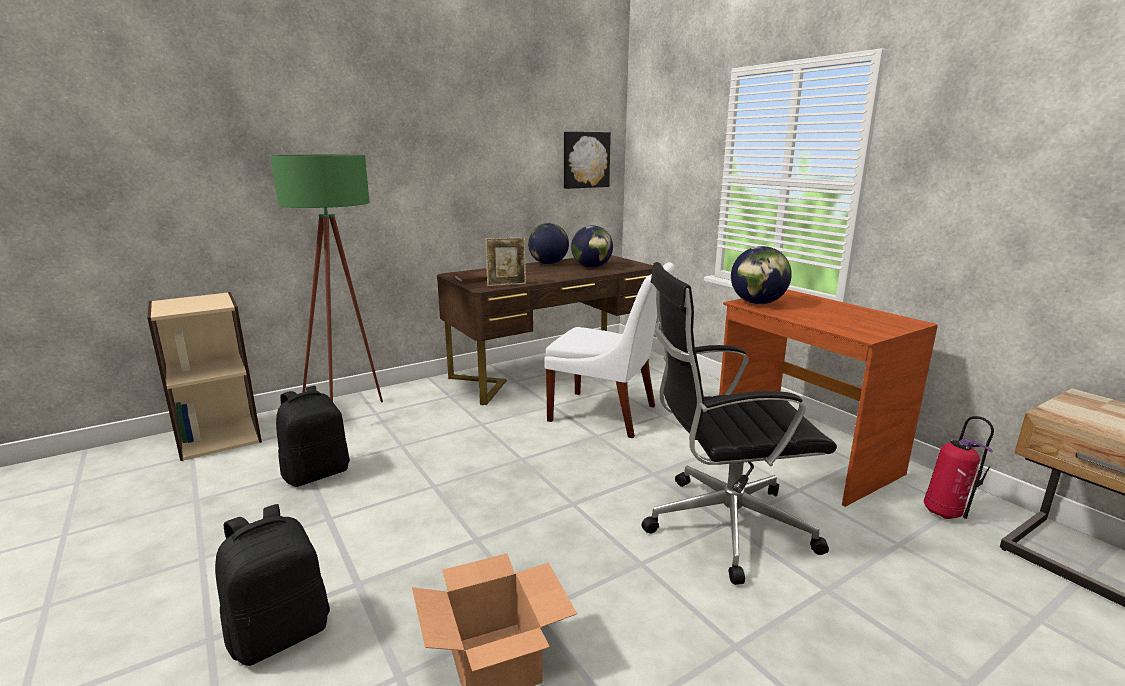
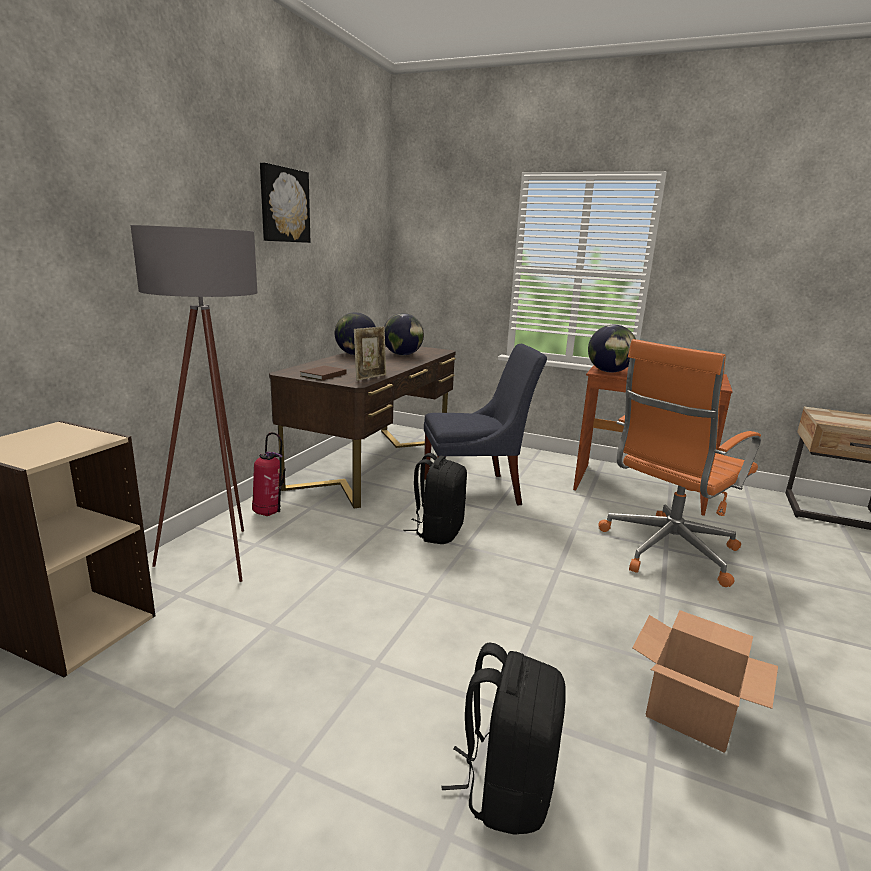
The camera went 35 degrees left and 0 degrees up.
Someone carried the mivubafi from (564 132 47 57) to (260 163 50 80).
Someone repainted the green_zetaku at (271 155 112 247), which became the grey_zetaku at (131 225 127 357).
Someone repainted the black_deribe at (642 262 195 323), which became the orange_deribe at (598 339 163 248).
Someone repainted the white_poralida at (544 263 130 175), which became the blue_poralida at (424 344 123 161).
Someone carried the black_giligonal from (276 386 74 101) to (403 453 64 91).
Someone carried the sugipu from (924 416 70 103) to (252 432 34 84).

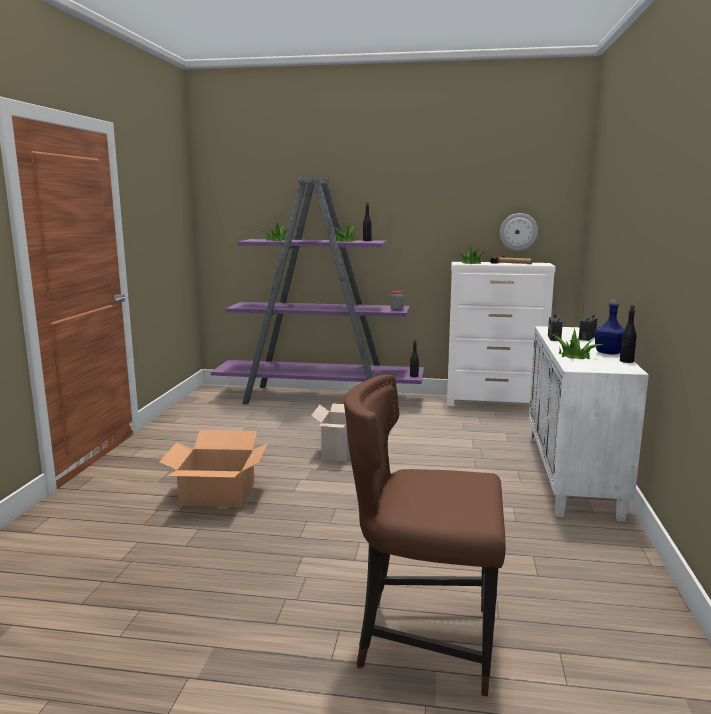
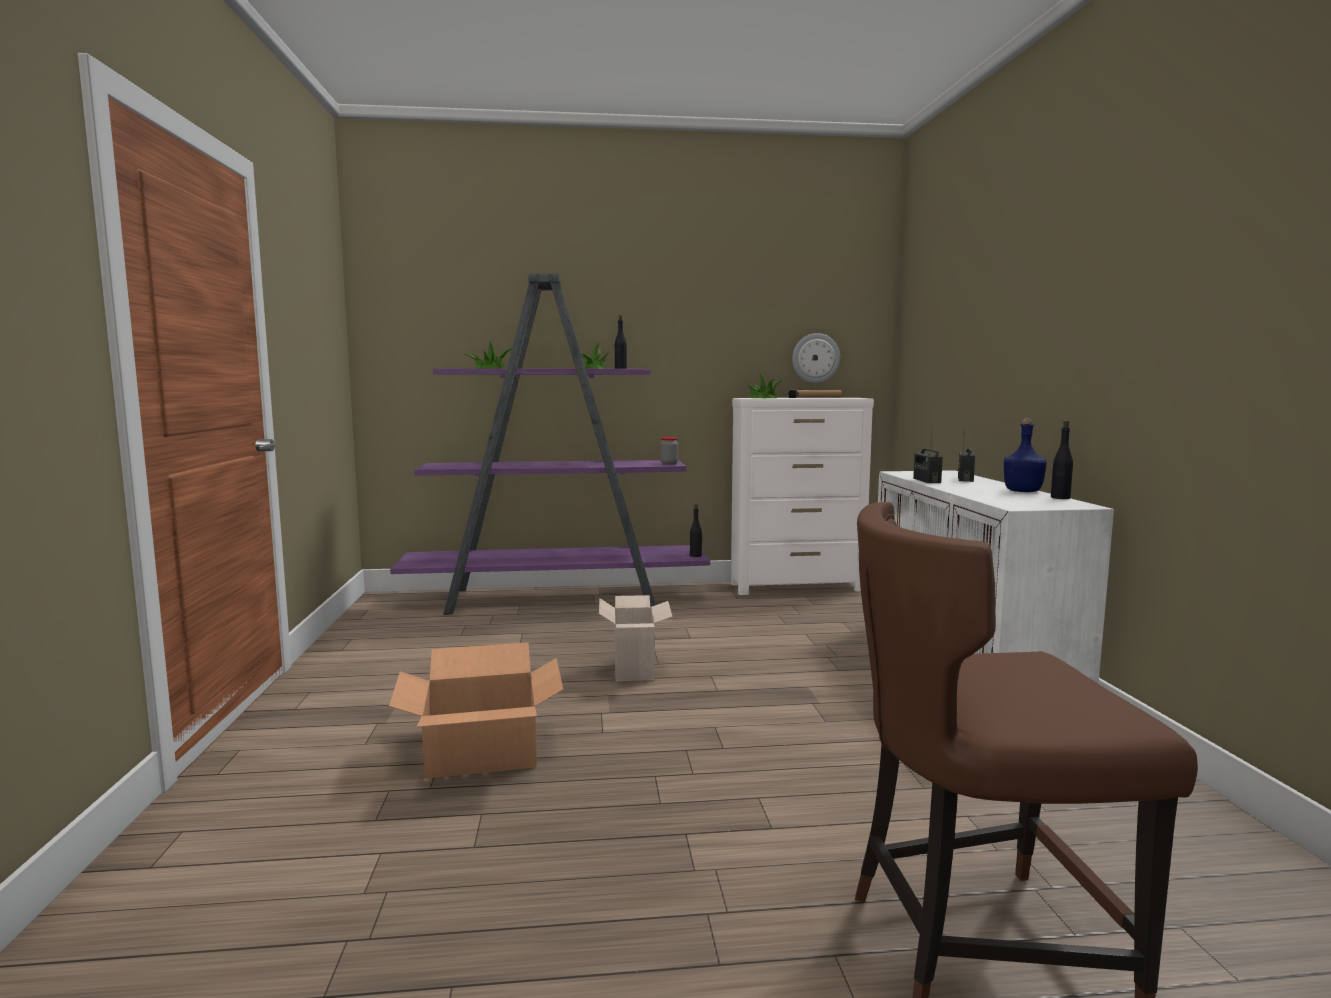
The camera went 15 degrees left and 5 degrees down.
Someone took away the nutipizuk at (549 328 55 31).

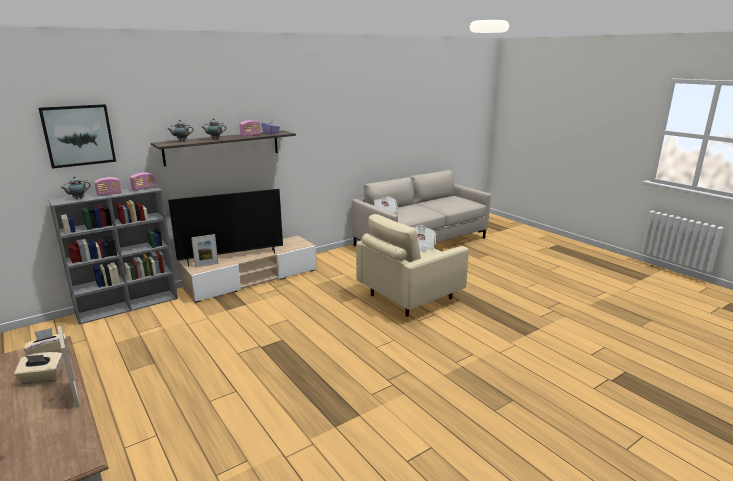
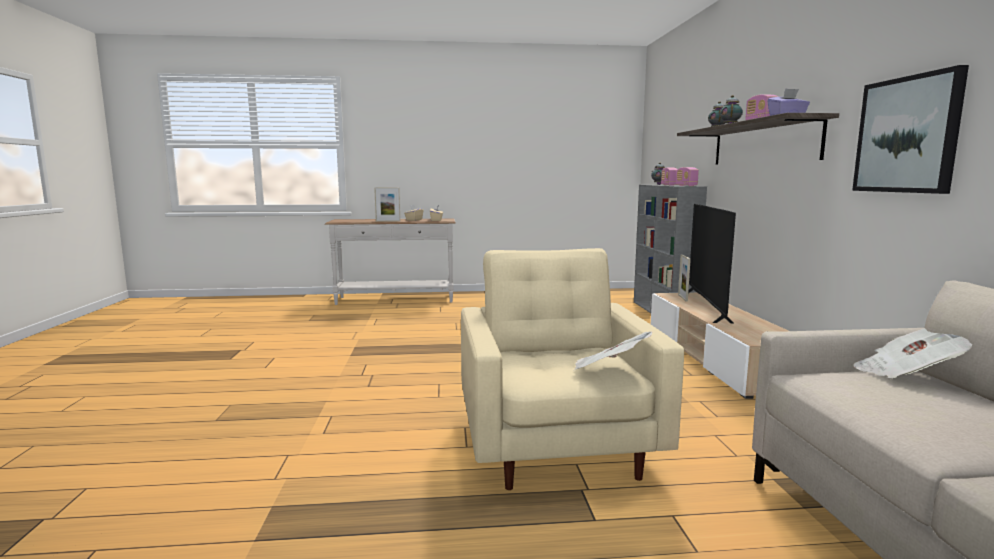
The camera went 120 degrees right and 10 degrees down.
Someone carried the mivubafi from (38 104 78 65) to (852 65 117 129).

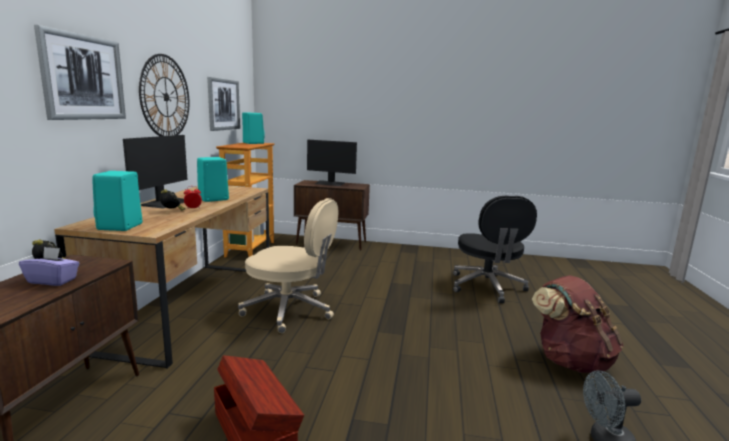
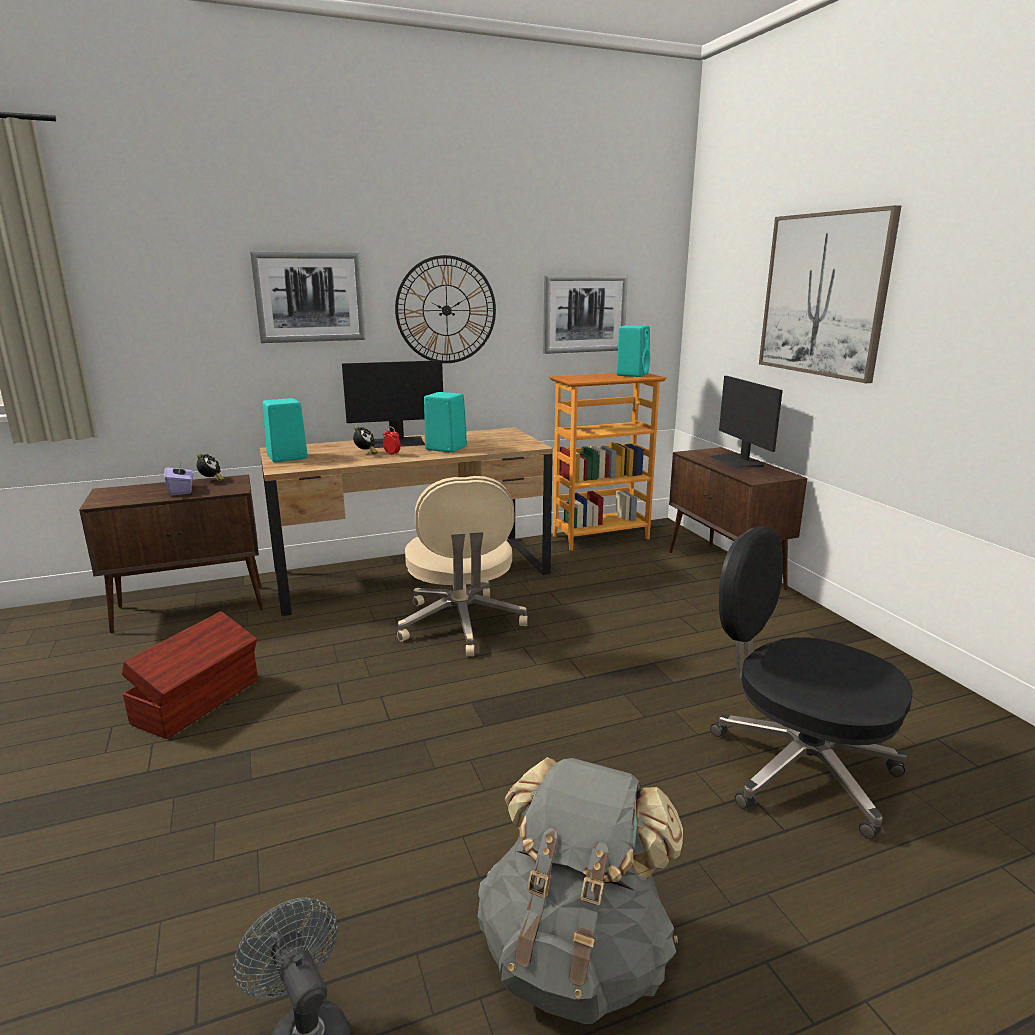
The camera went 60 degrees right and 5 degrees up.
Someone rotated the black_deribe at (453 196 84 107) by 75 degrees clockwise.
Someone repainted the brown_giligonal at (532 275 92 98), which became the grey_giligonal at (478 757 205 267).
Someone put up the mivubafi at (759 205 142 178).

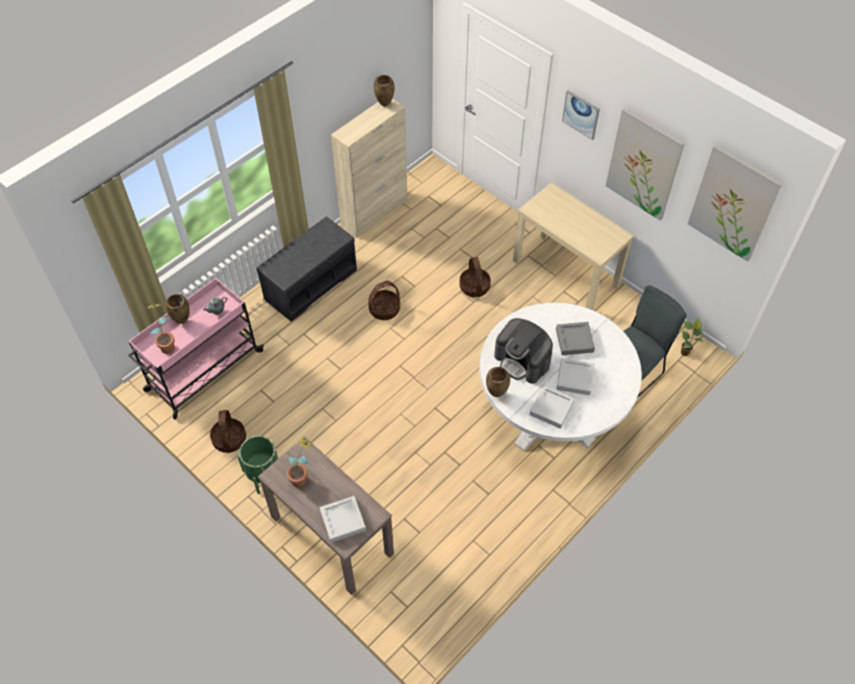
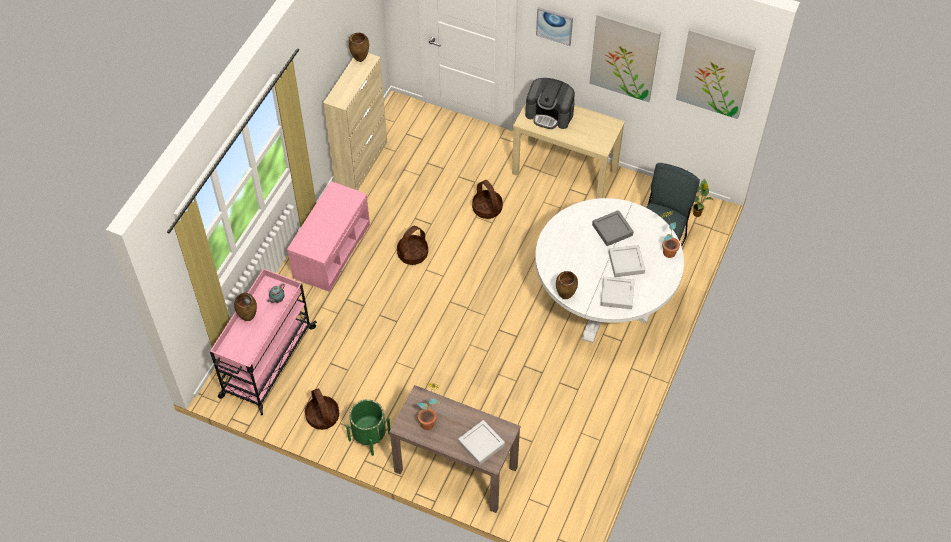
The camera went 20 degrees left and 0 degrees up.
Someone repainted the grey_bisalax at (257 217 100 105), which became the pink_bisalax at (287 181 83 111).
Someone carried the nutipizuk from (149 304 26 50) to (660 211 20 47).
Someone carried the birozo from (494 318 59 66) to (525 78 50 51).

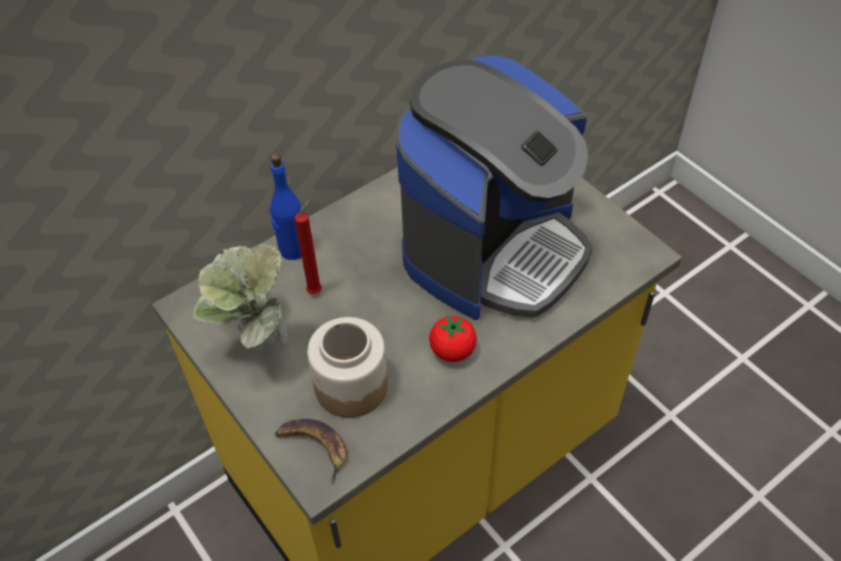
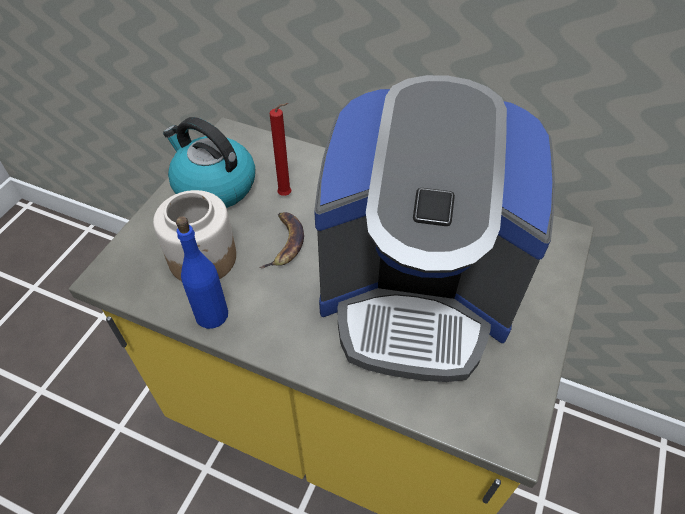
The camera went 60 degrees right and 0 degrees up.
Someone carried the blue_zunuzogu from (270 153 32 107) to (176 216 52 113).
Someone swapped the nutipizuk at (193 243 96 108) for the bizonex at (163 117 92 91).
Someone took away the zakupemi at (429 314 48 48).
Someone carried the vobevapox from (275 419 72 65) to (259 212 45 57).

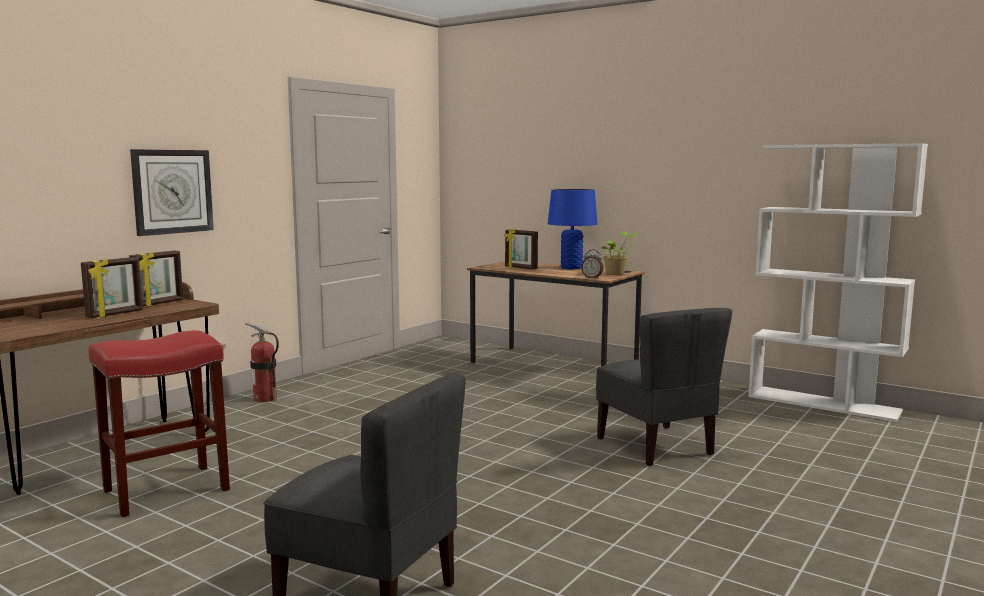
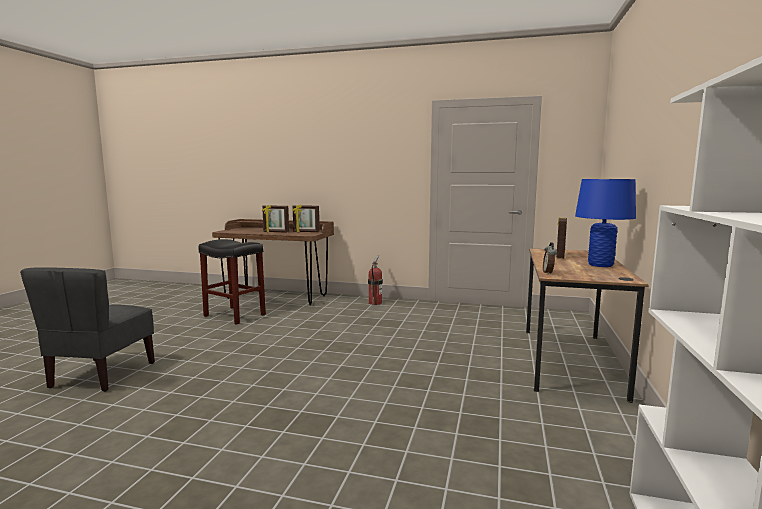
The camera went 70 degrees right and 0 degrees up.
Someone took away the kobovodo at (130 149 84 87).
Someone took away the nutipizuk at (602 231 35 44).
Someone took away the grey_poralida at (596 308 136 158).
Someone repainted the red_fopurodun at (89 330 141 187), which became the black_fopurodun at (199 239 67 86).

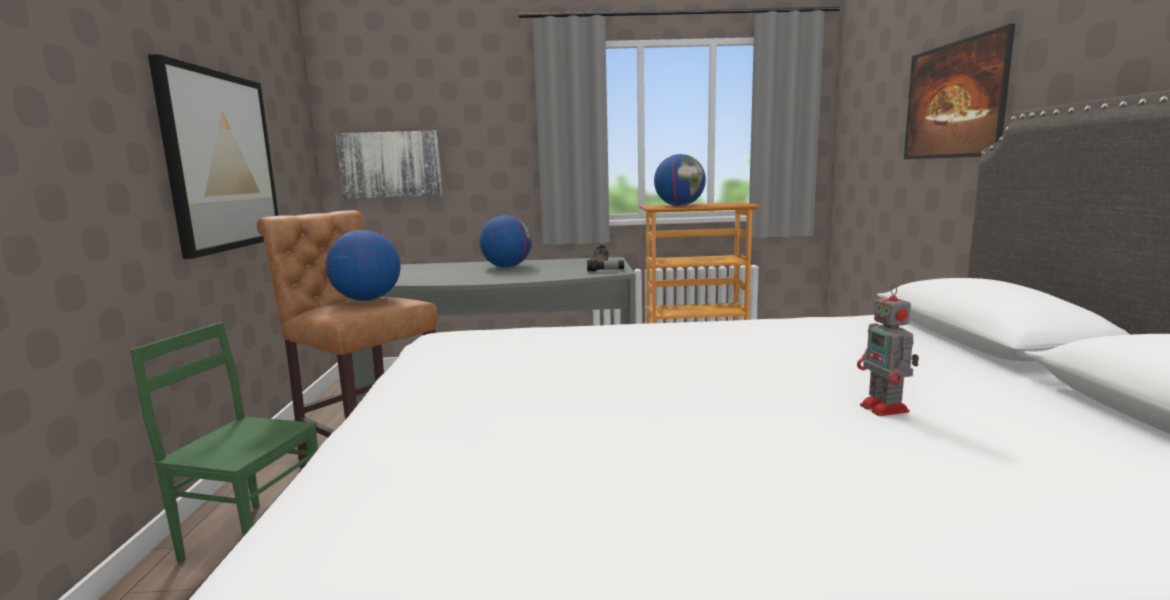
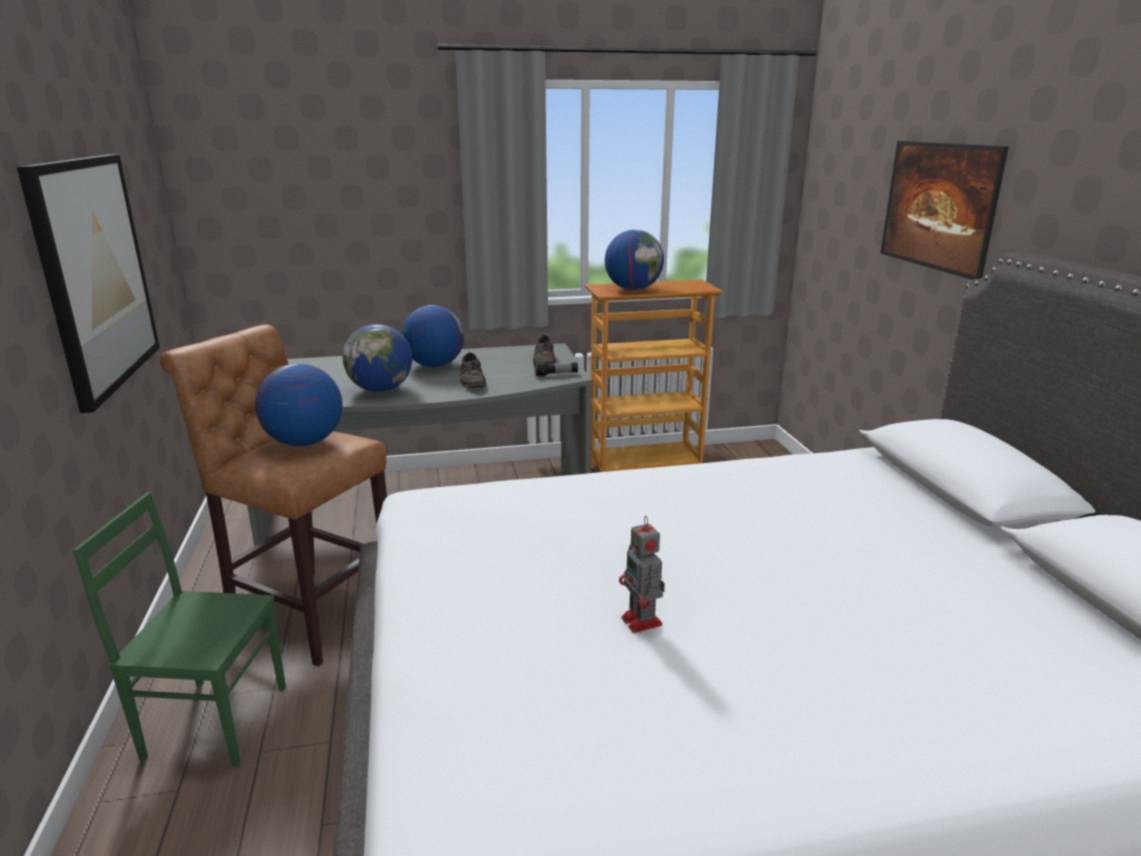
The camera went 10 degrees left and 10 degrees up.
Someone took away the mivubafi at (336 131 107 68).
Someone carried the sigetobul from (857 284 62 132) to (619 516 46 117).
Someone put down the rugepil at (343 324 69 68).
Someone put down the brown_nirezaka at (460 352 27 36).

